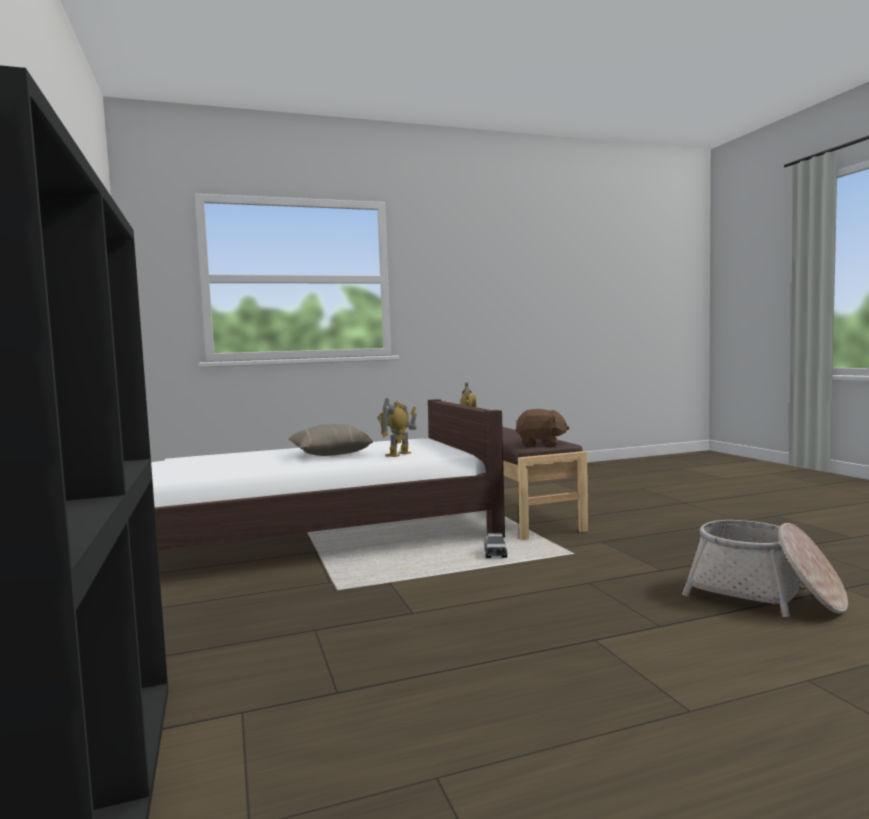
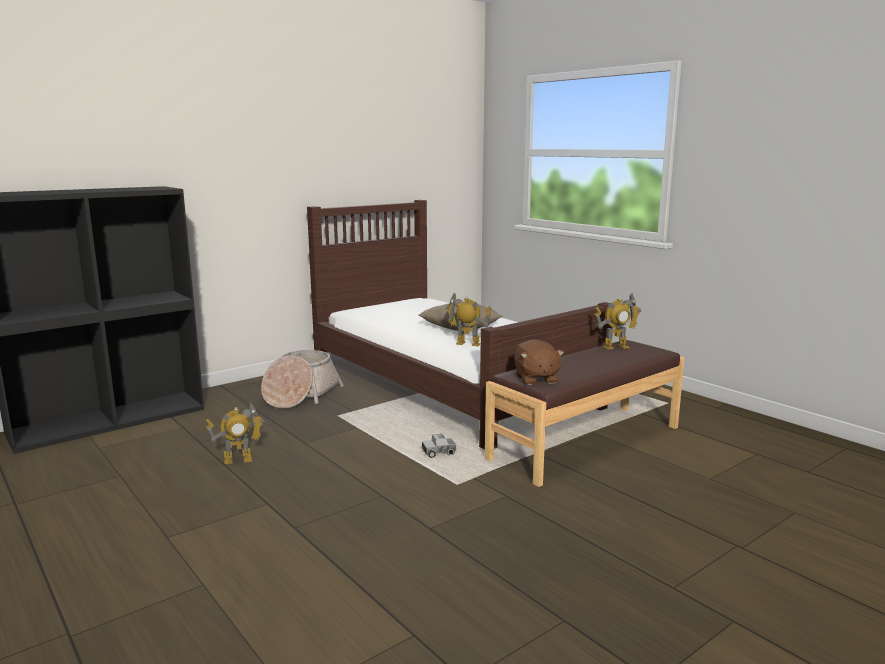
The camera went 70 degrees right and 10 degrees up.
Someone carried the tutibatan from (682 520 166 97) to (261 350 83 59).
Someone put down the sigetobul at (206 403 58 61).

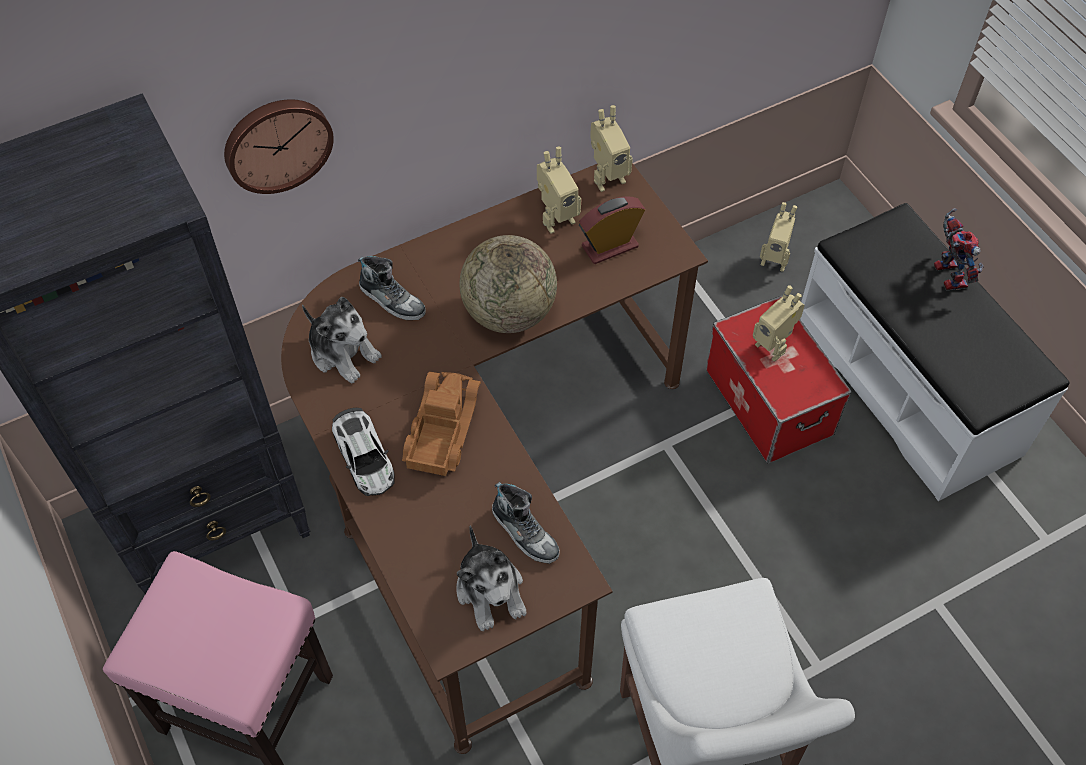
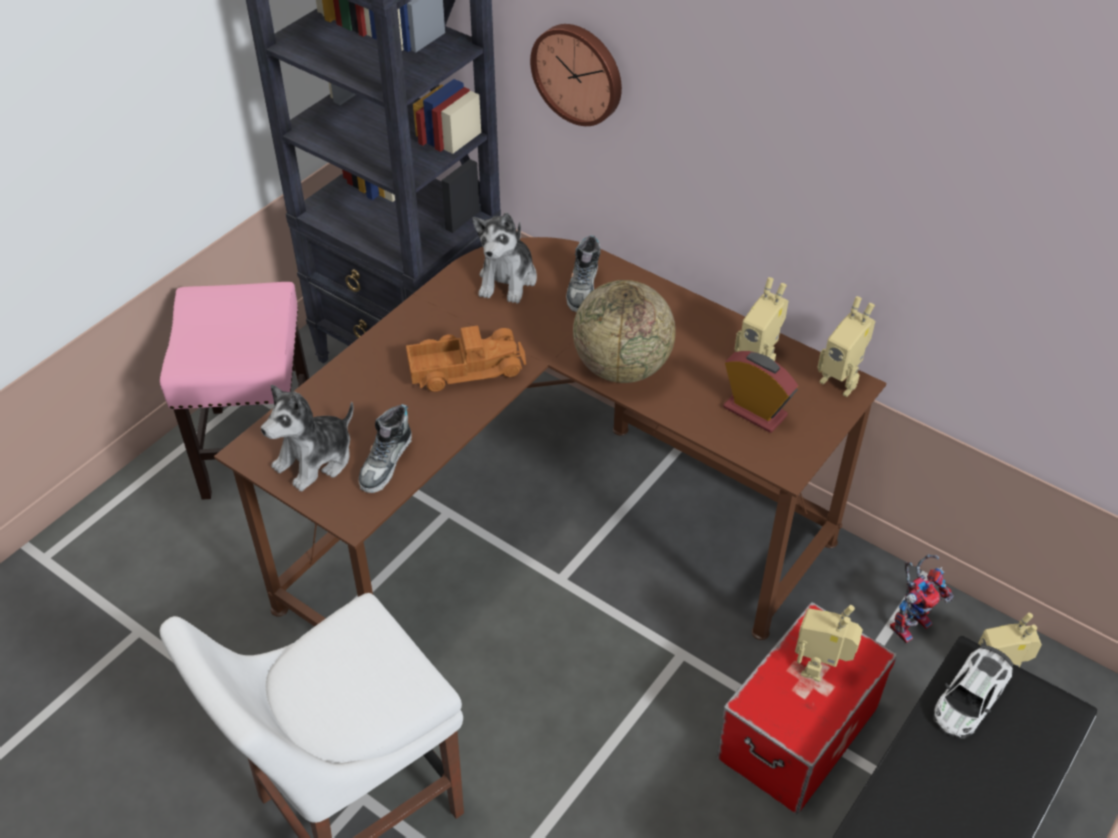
The camera went 65 degrees right and 10 degrees down.
Someone carried the sigetobul from (934 208 50 83) to (890 554 63 89).
Someone carried the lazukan from (332 408 63 88) to (933 645 80 94).

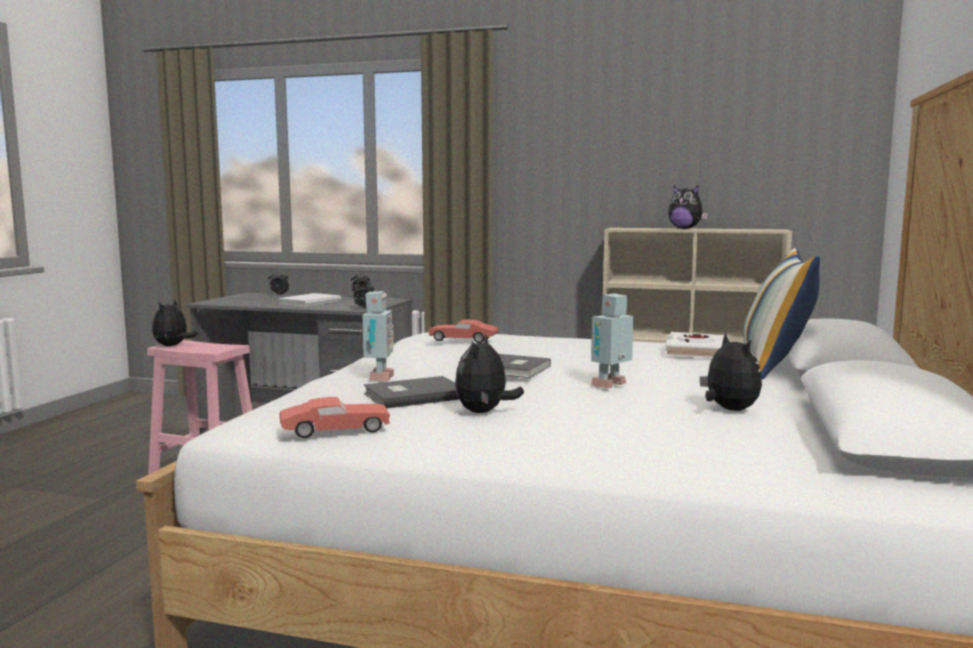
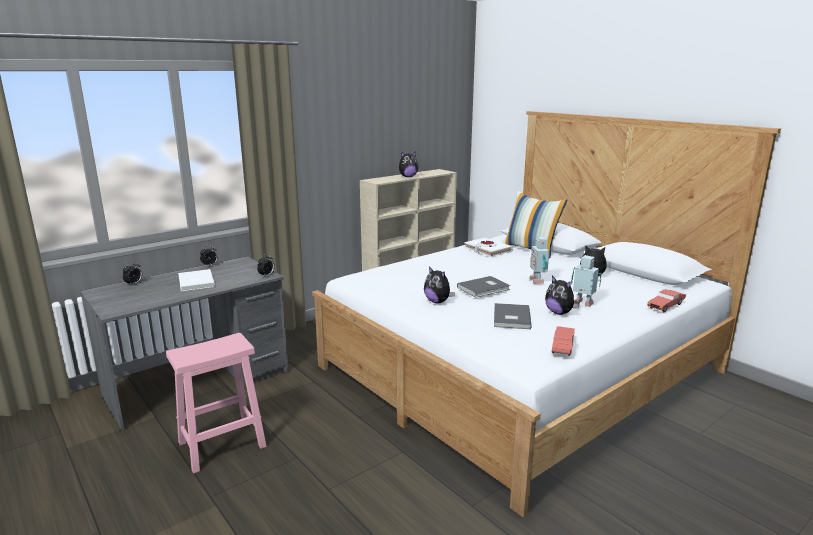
The camera went 55 degrees left and 10 degrees up.
Someone carried the sigetobul from (362 291 33 90) to (571 255 31 52).
Someone carried the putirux from (152 300 45 46) to (424 267 31 36).
Someone carried the red_lazukan from (429 320 70 23) to (647 289 39 23).

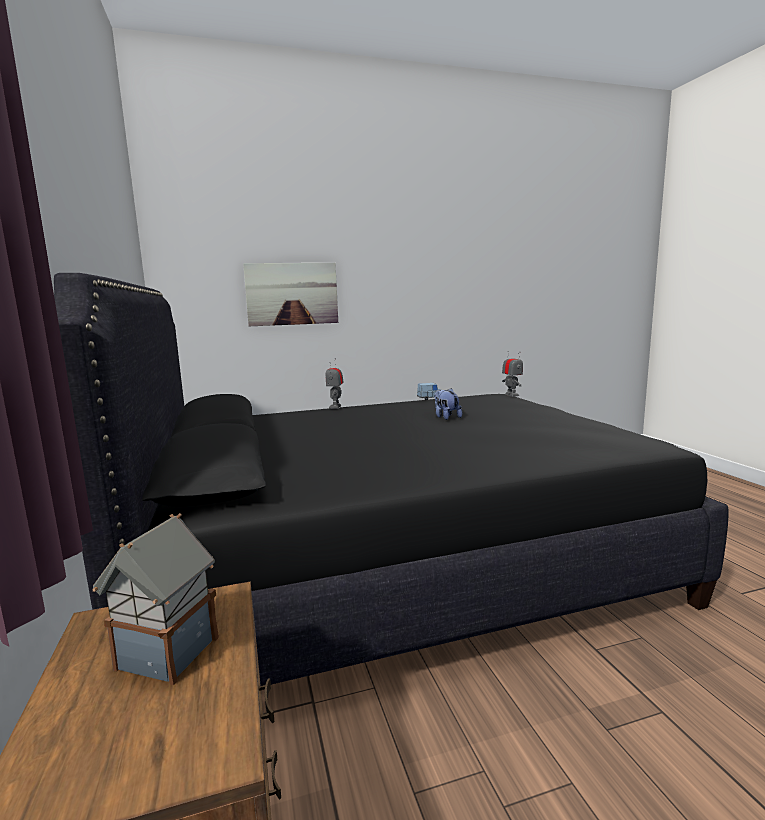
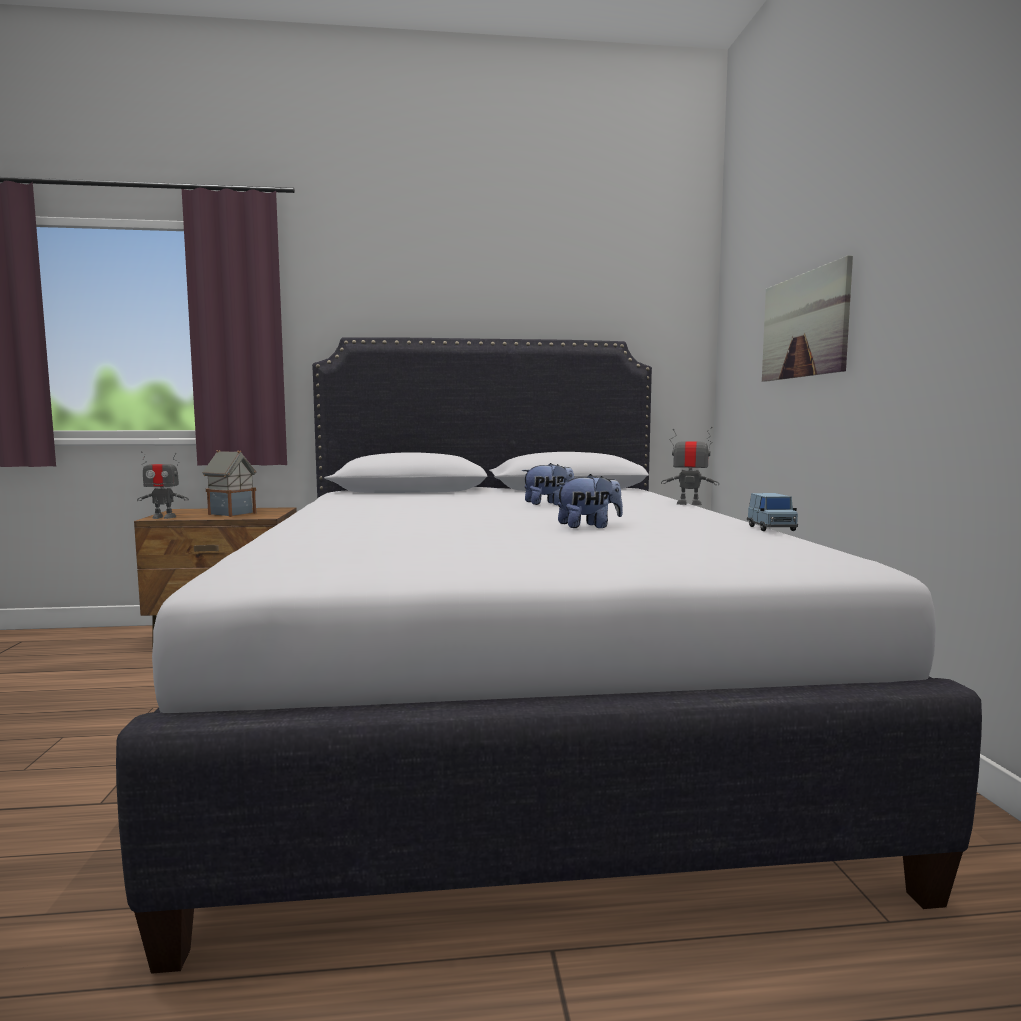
The camera went 100 degrees right and 5 degrees down.
Someone repainted the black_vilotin at (54 273 674 413), which became the white_vilotin at (116 337 866 637).
Someone carried the sigetobul from (502 352 21 45) to (137 451 52 68).
Someone put down the putirux at (522 463 52 42).

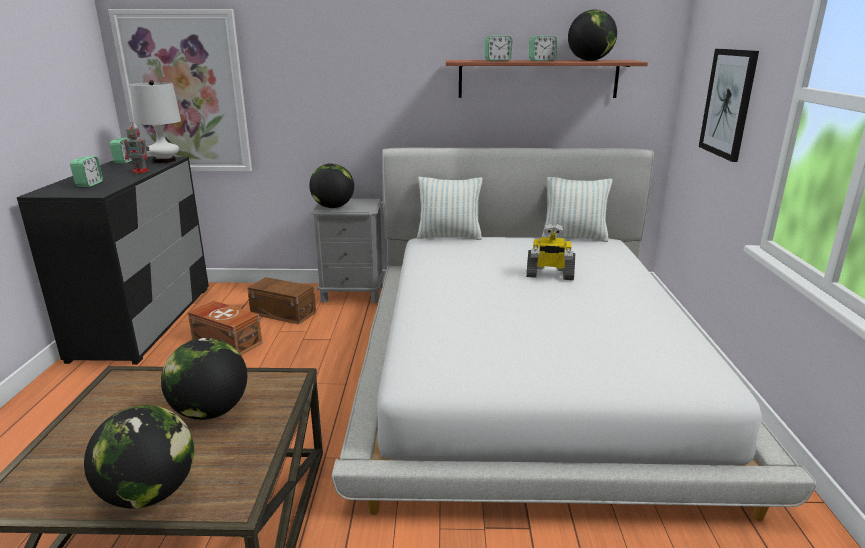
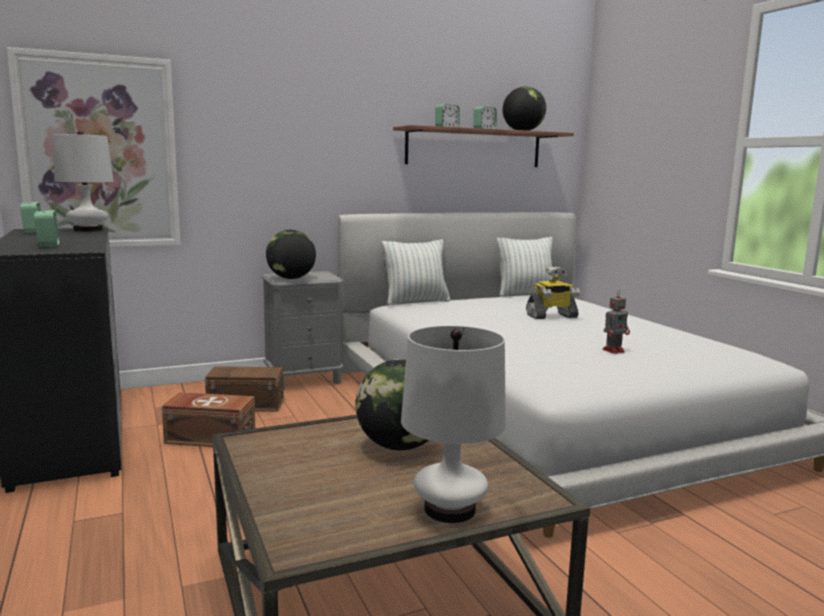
The camera went 25 degrees left and 10 degrees down.
Someone took away the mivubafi at (699 49 60 113).
Someone carried the sigetobul from (124 122 26 51) to (602 290 28 64).
Someone swapped the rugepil at (84 405 110 103) for the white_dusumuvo at (401 326 105 197).

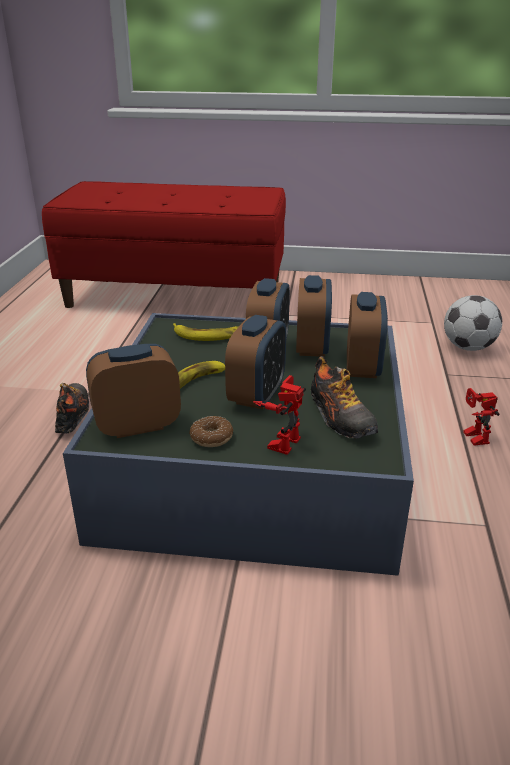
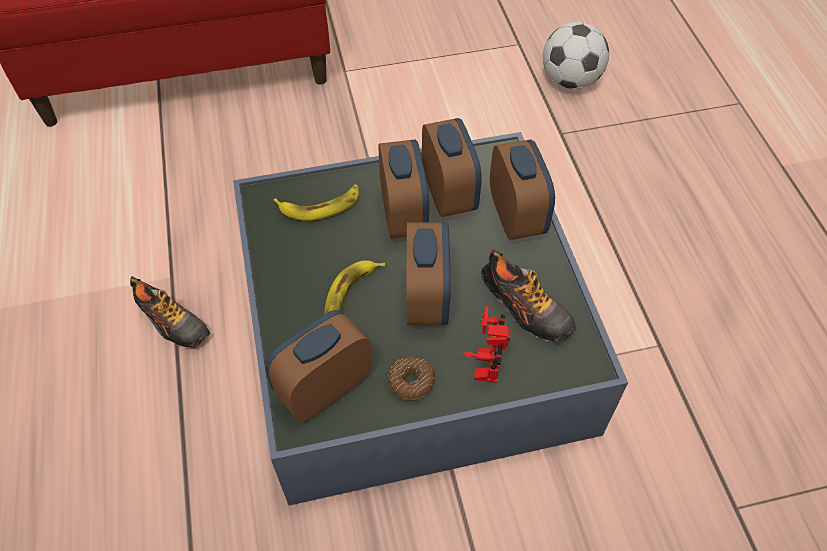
The camera went 20 degrees left and 25 degrees up.
Someone rotated the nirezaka at (55 383 34 50) by 150 degrees clockwise.
Someone took away the sigetobul at (463 388 37 58).

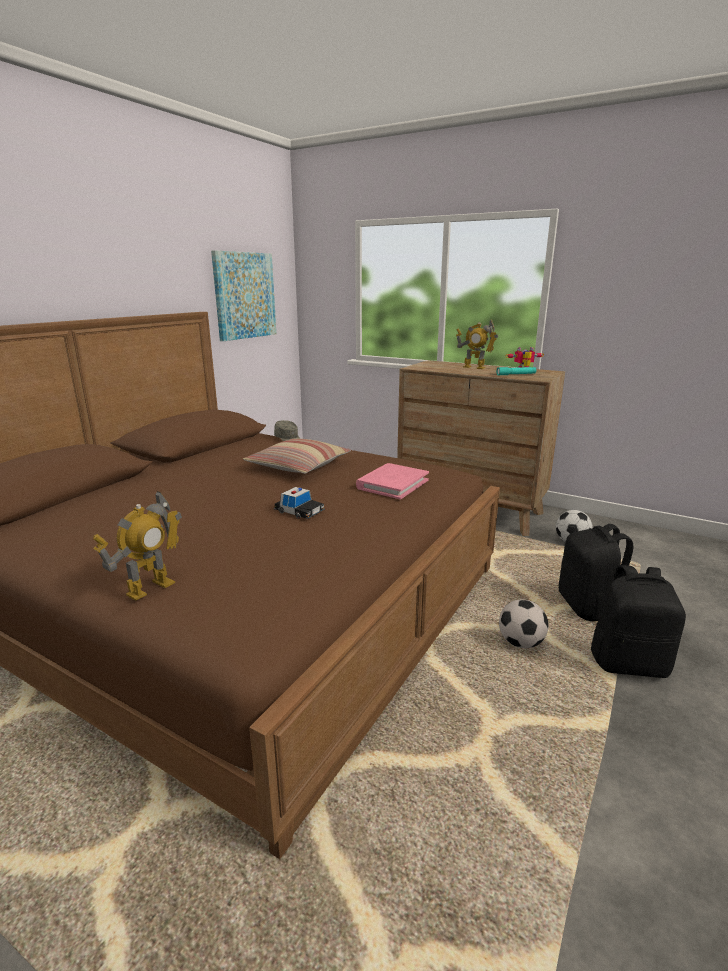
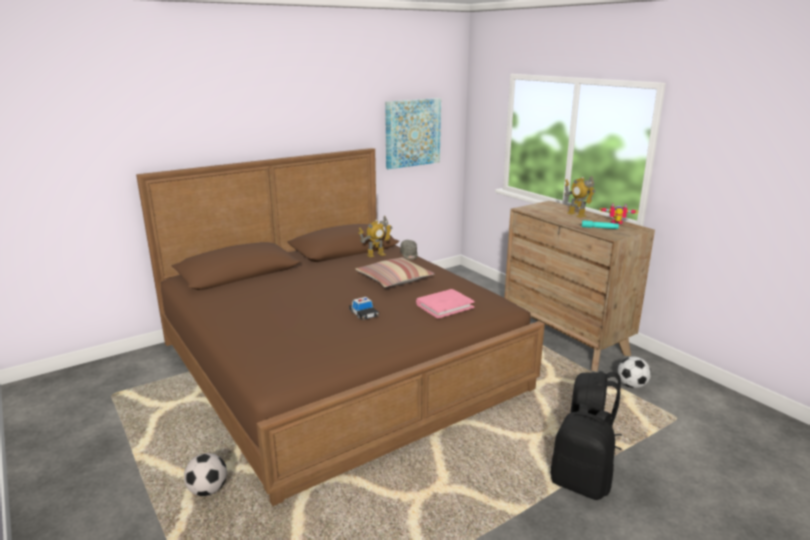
The camera went 25 degrees right and 0 degrees up.
Someone carried the sigetobul from (93 491 89 110) to (359 216 34 41).
Someone carried the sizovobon from (499 600 50 48) to (184 453 43 43).

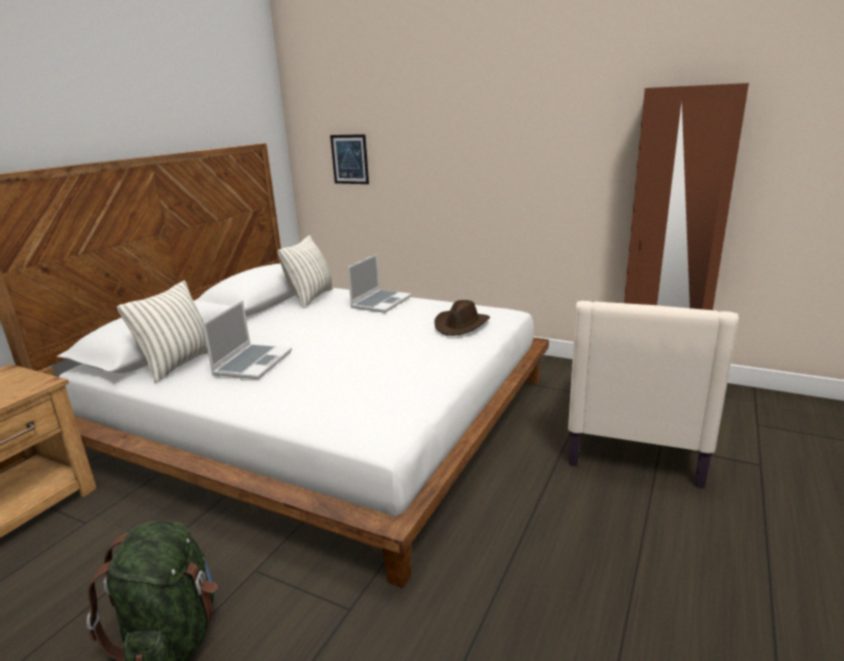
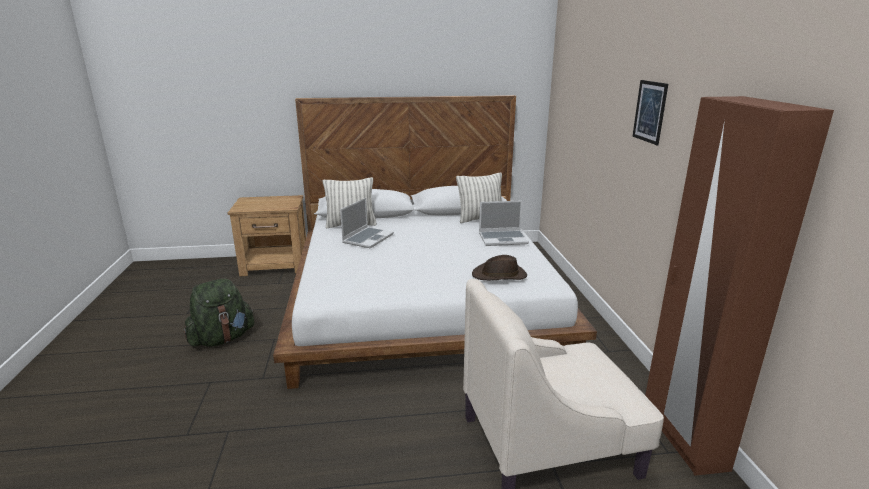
The camera went 55 degrees right and 0 degrees up.
Someone carried the mivubafi from (330 134 39 50) to (633 80 35 65).
Someone rotated the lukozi at (202 300 90 79) by 45 degrees counterclockwise.

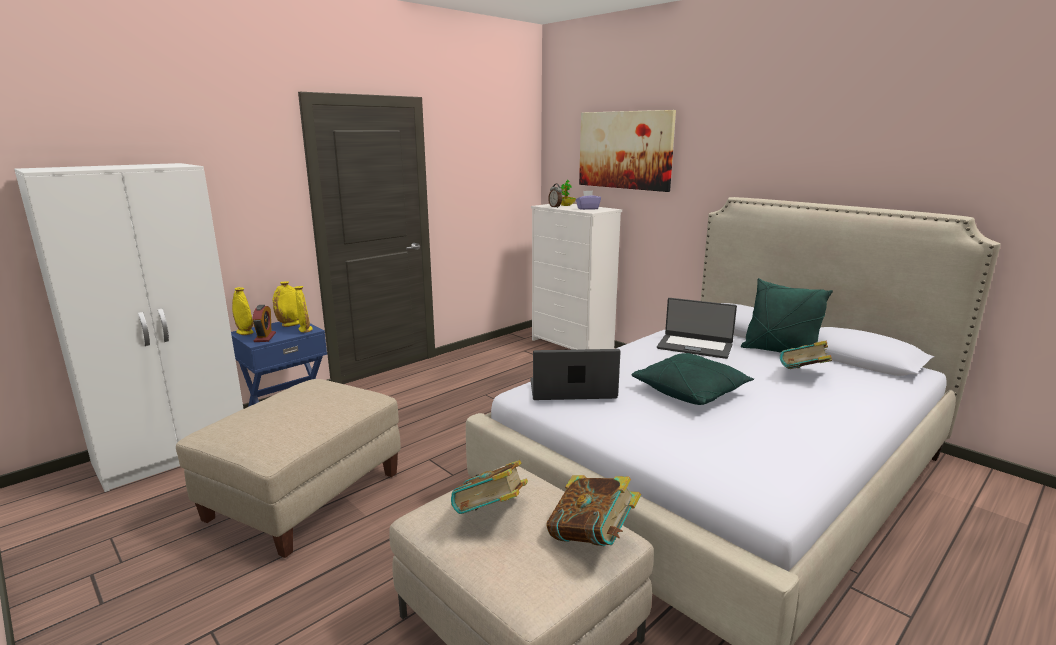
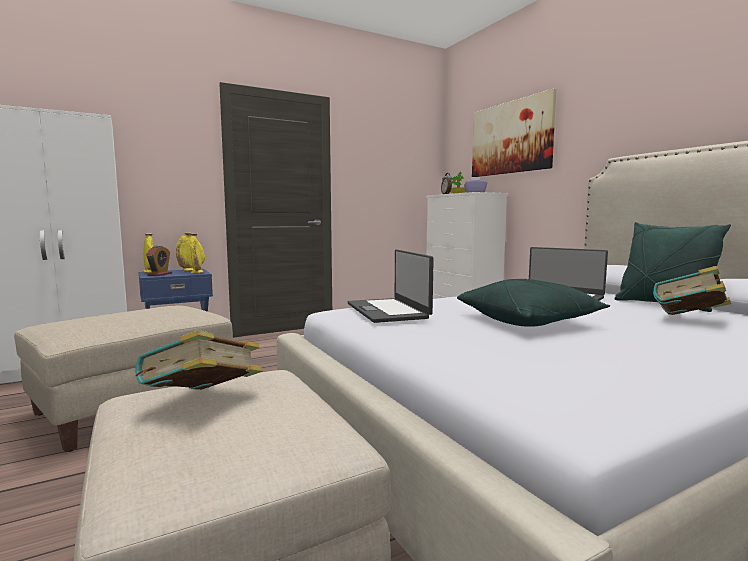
The camera went 15 degrees right and 10 degrees down.
Someone rotated the lukozi at (530 349 91 51) by 120 degrees counterclockwise.
Someone took away the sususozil at (546 475 95 71).

